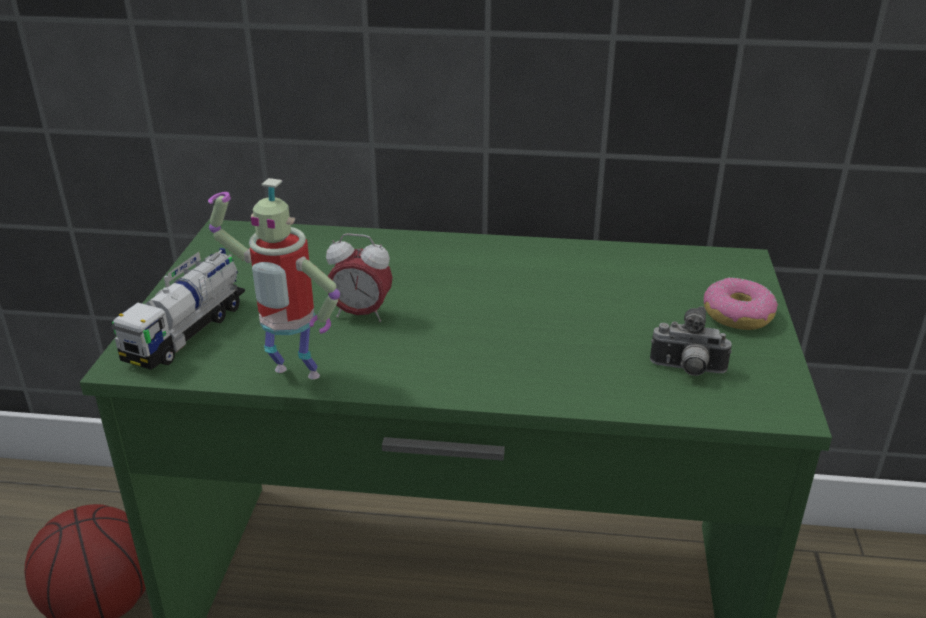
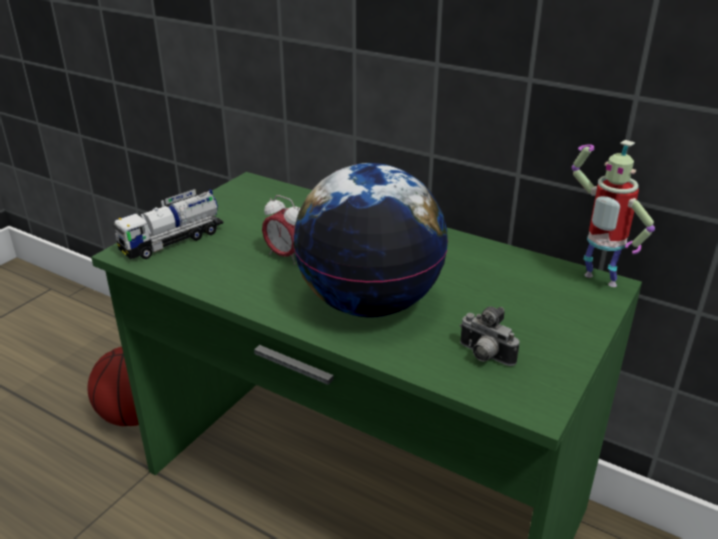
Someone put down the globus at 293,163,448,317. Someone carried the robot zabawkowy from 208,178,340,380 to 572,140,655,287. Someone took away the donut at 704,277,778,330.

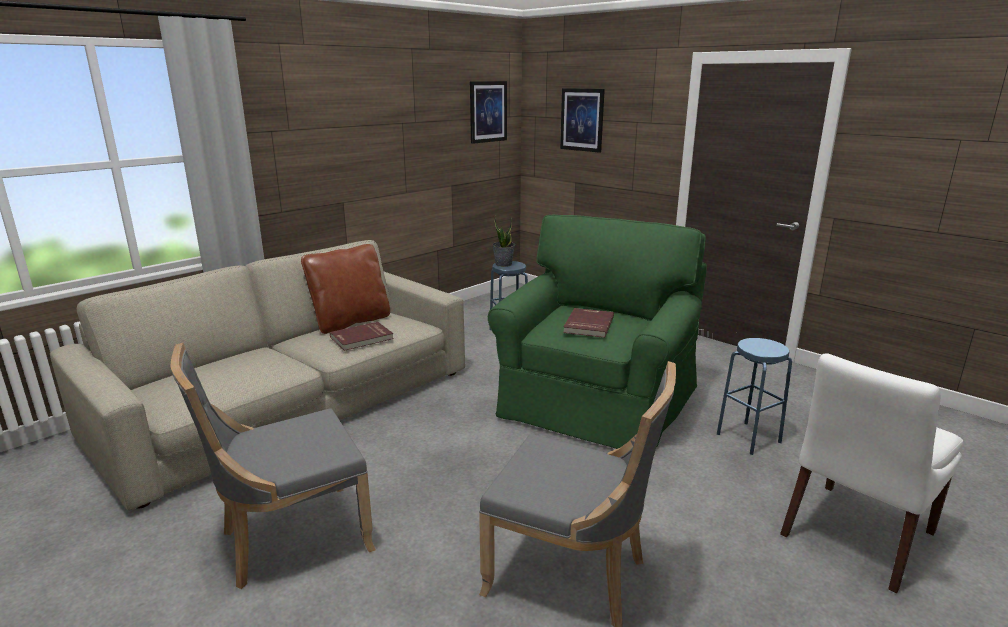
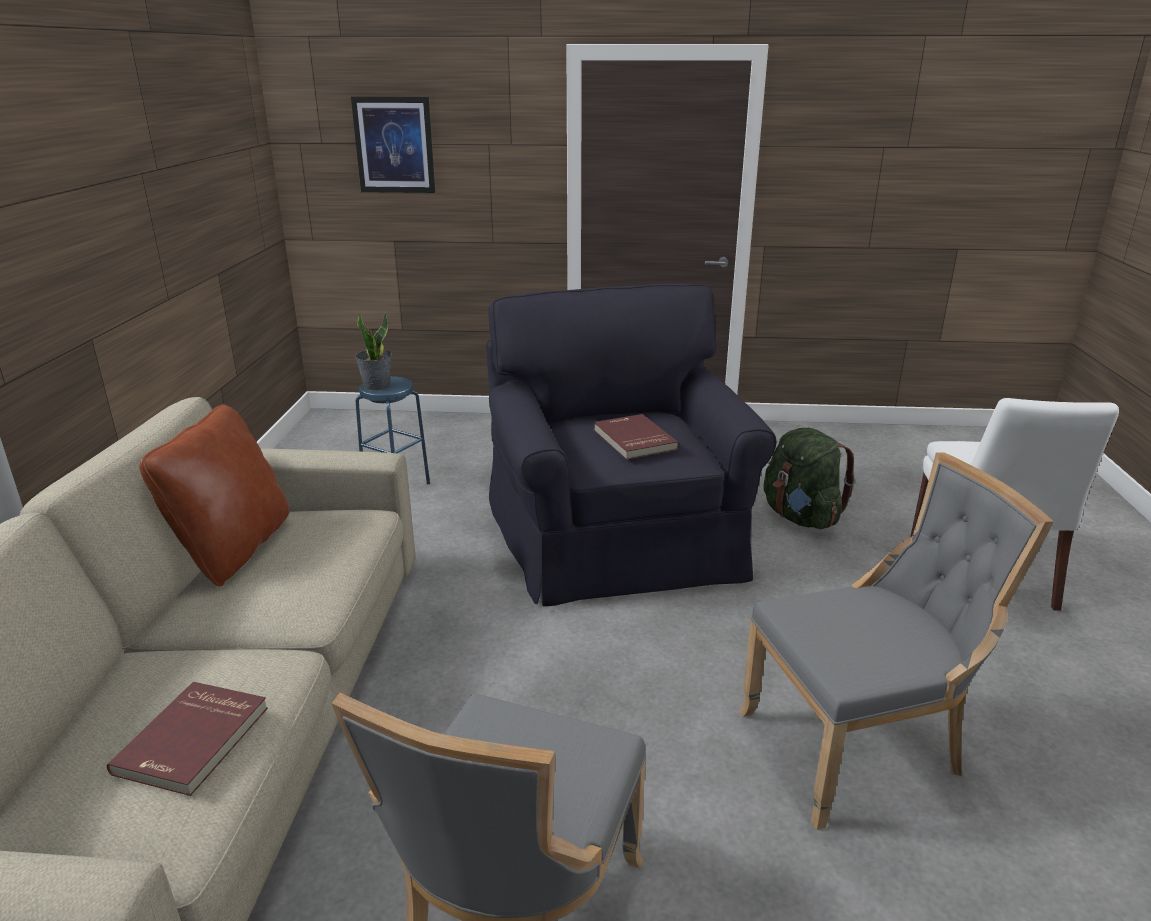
Someone carried the książka/czerwony from 330,322,394,351 to 107,682,268,796. Someone repainted the fotel/zielony at 488,214,707,449, which became the fotel/czarny at 486,284,777,606. Someone swapped the stołek/niebieski at 717,338,792,455 for the plecak/zielony at 763,428,856,529. Someone took away the obraz at 470,81,507,144.

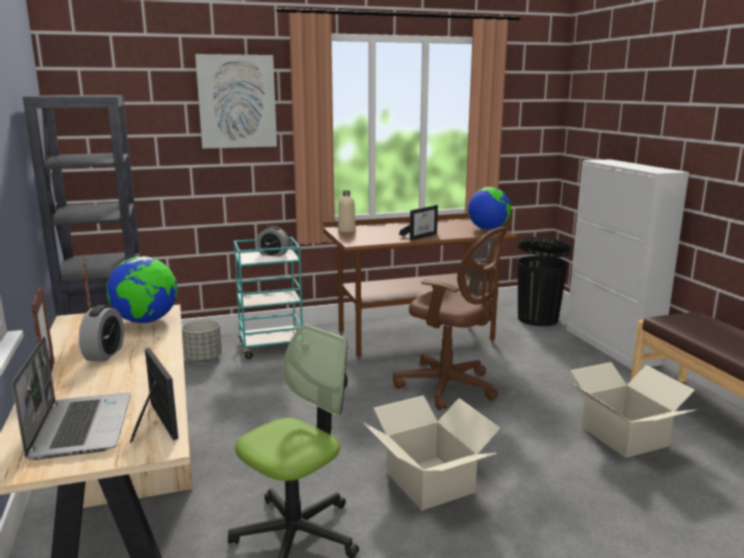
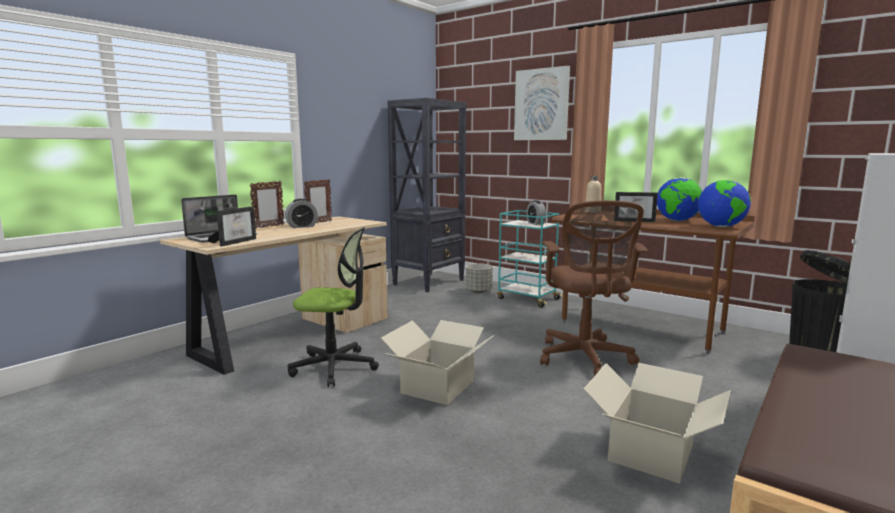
Someone carried the globus from 107,256,178,323 to 657,177,702,221.

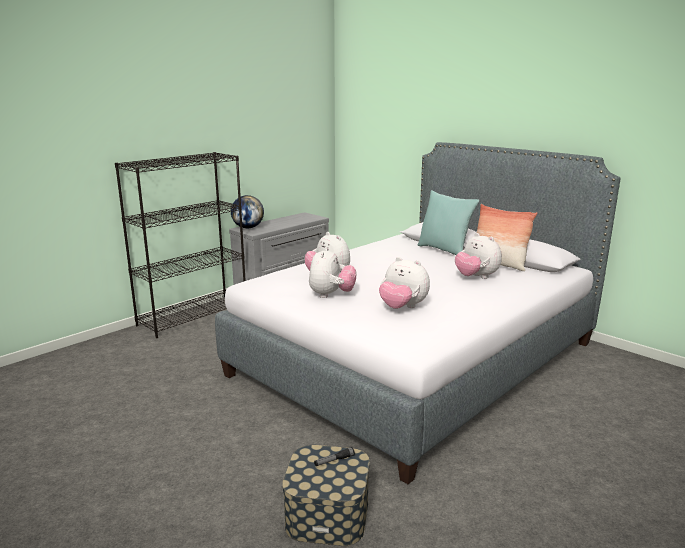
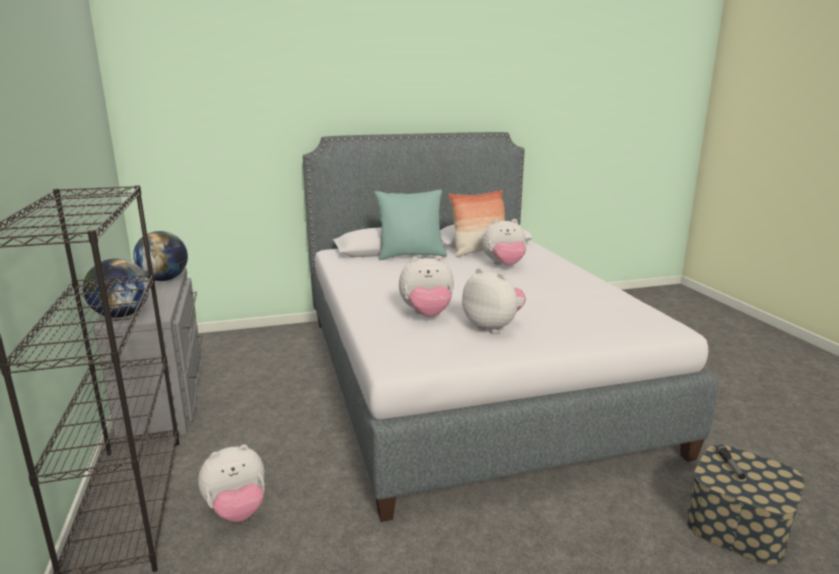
Someone put down the globus at 133,231,188,281. Someone carried the pluszak from 379,257,430,309 to 198,444,265,522.

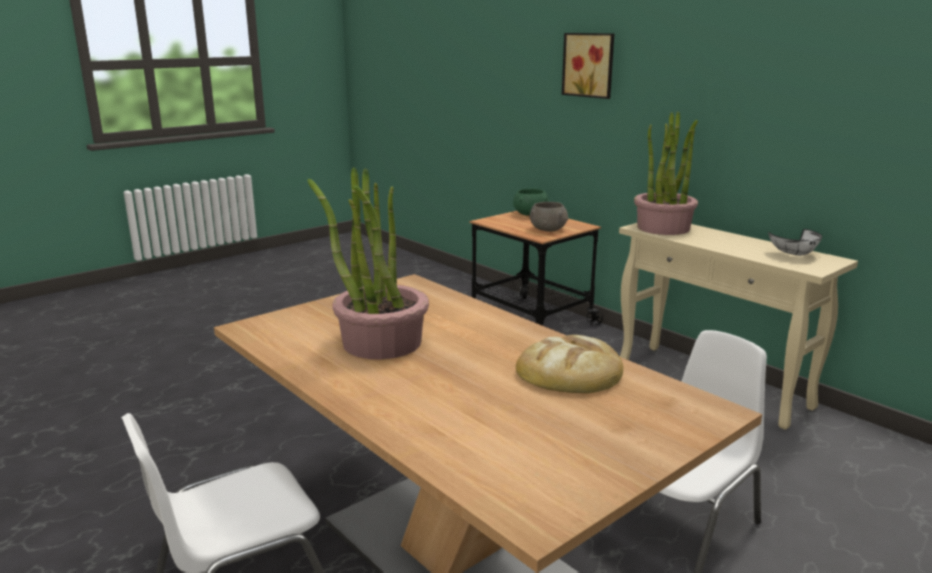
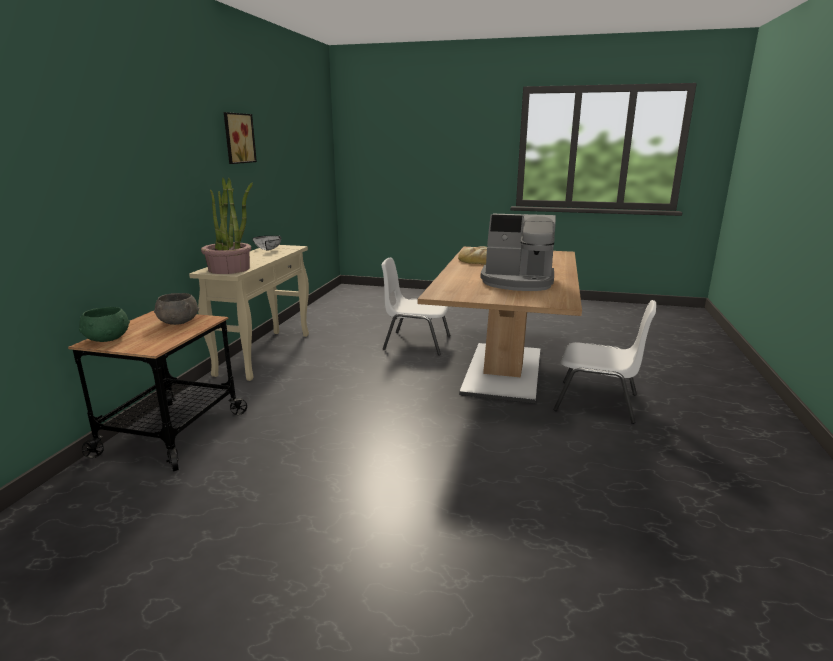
Someone carried the obraz from 562,33,614,99 to 224,112,257,164. Someone swapped the roślina doniczkowa at 308,167,429,359 for the ekspres do kawy at 480,214,556,291.

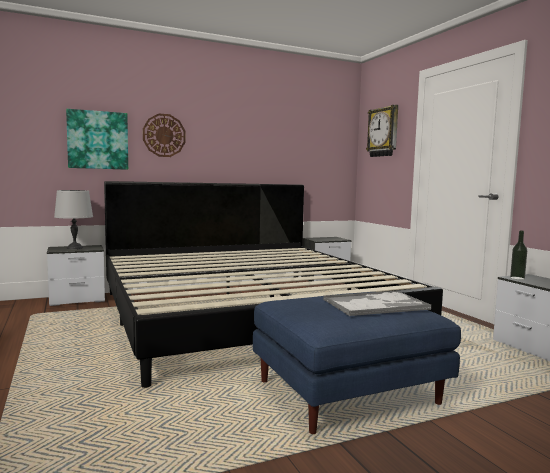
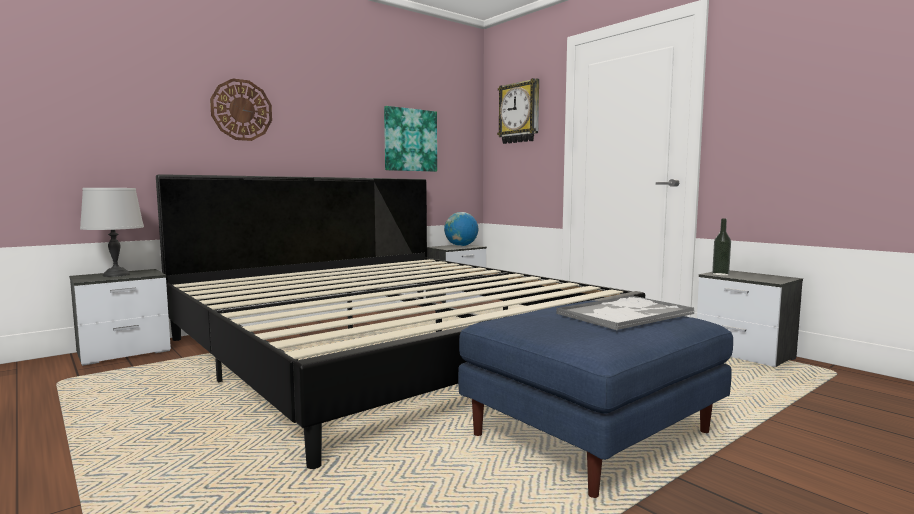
Someone carried the obraz from 66,109,128,170 to 384,106,437,172. Someone put down the globus at 444,212,478,246.

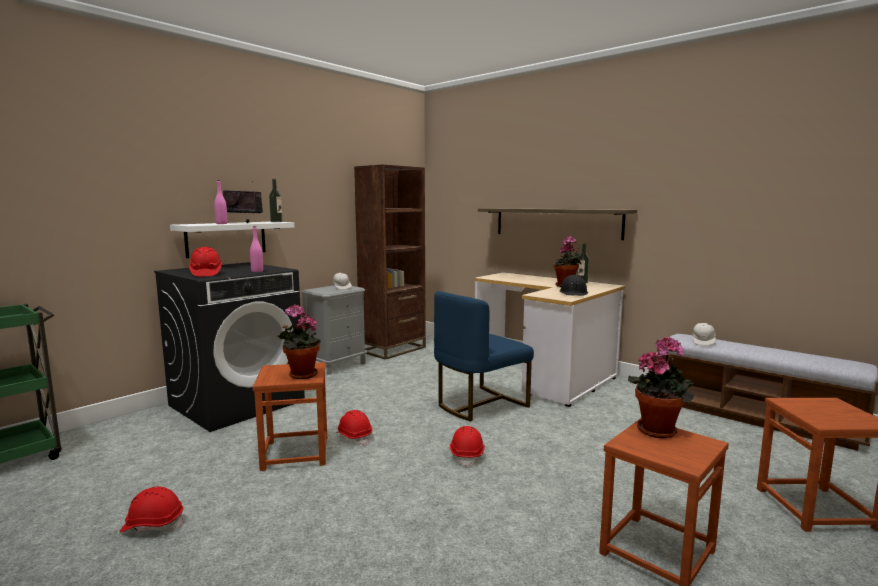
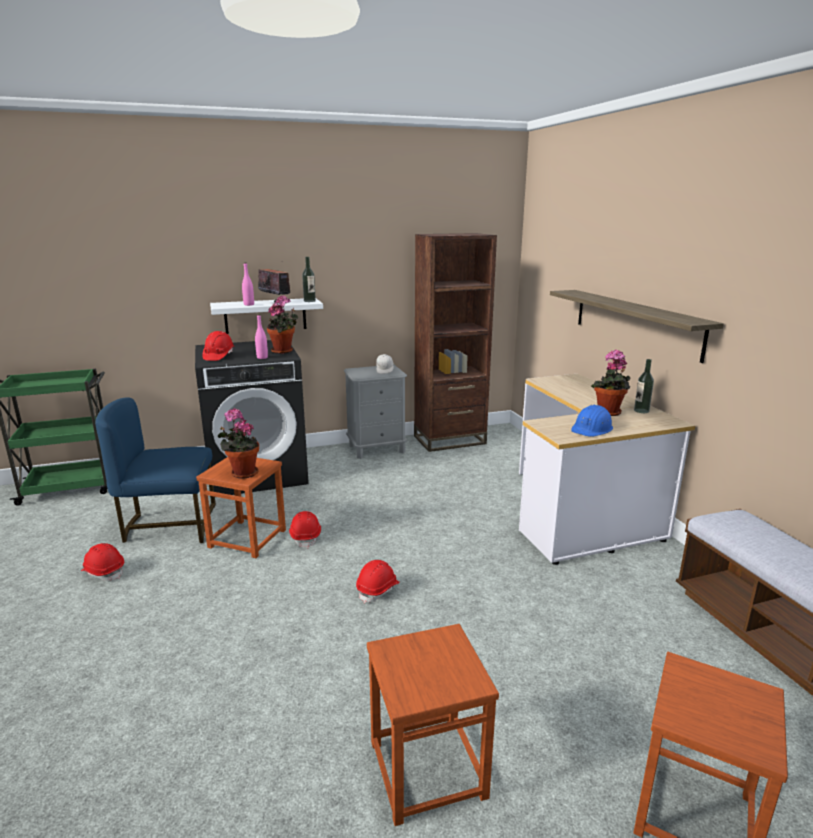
Someone carried the krzesło/niebieski from 434,291,534,422 to 95,397,216,543. Someone carried the roślina doniczkowa from 628,337,694,438 to 267,296,298,354. Someone repainted the kask/czarny at 559,275,588,296, which became the kask/niebieski at 571,405,613,437. Someone took away the czapka z daszkiem/biały at 692,323,716,346.

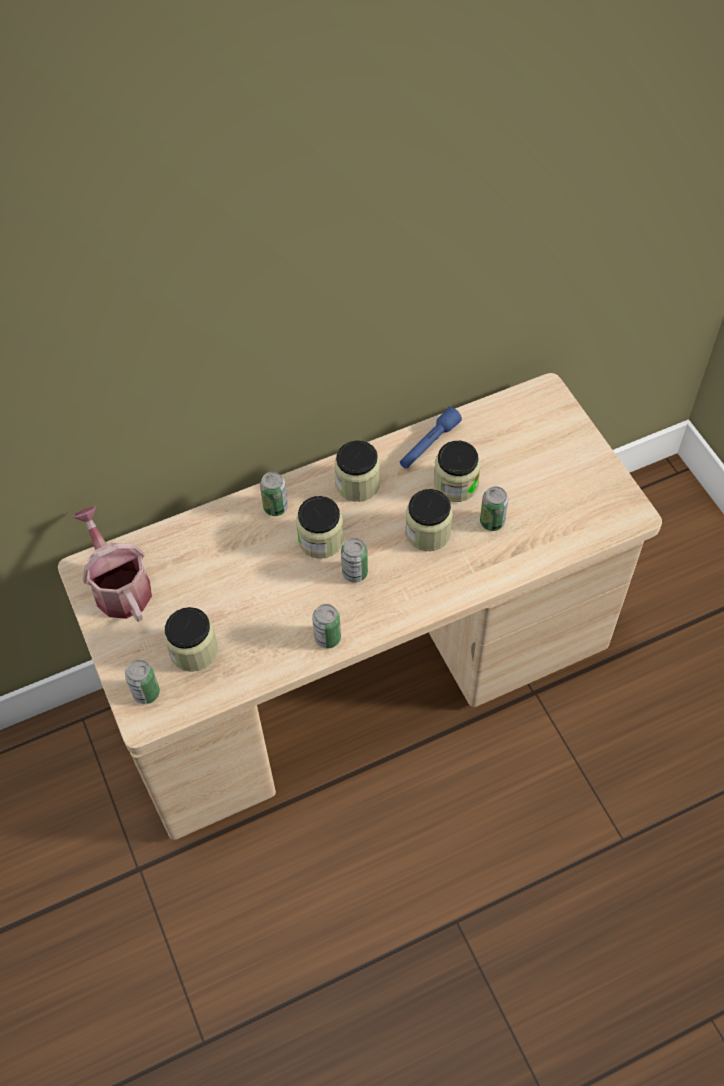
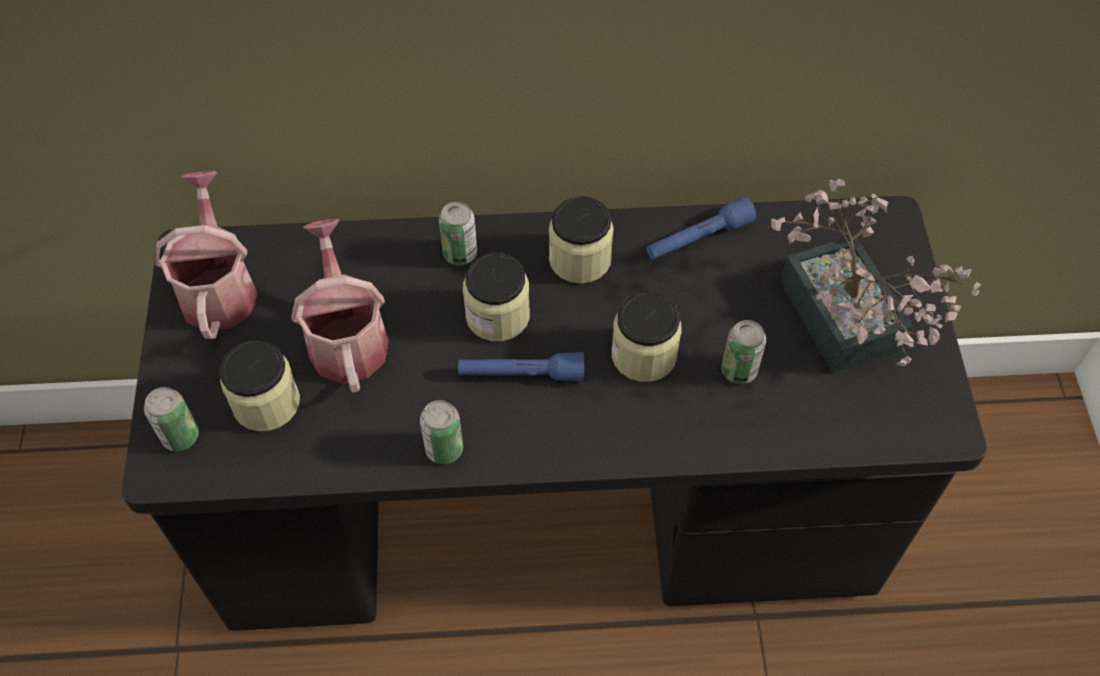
Someone repainted the biurko/beżowy at 58,373,662,840, which became the biurko/czarny at 122,196,987,631. Someone put down the konewka at 291,219,389,392. Someone swapped the puszka at 341,538,368,583 for the latarka/niebieski at 458,352,584,382. Someone put down the roślina doniczkowa at 771,178,982,373. Someone took away the słoik at 434,441,480,502.

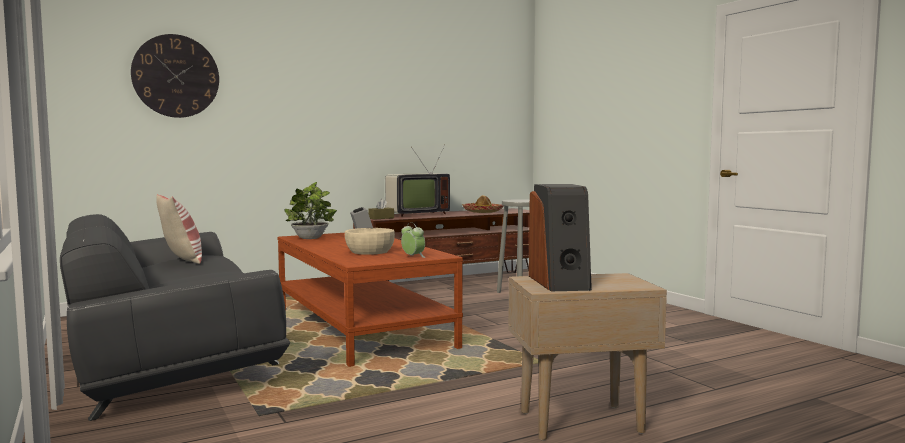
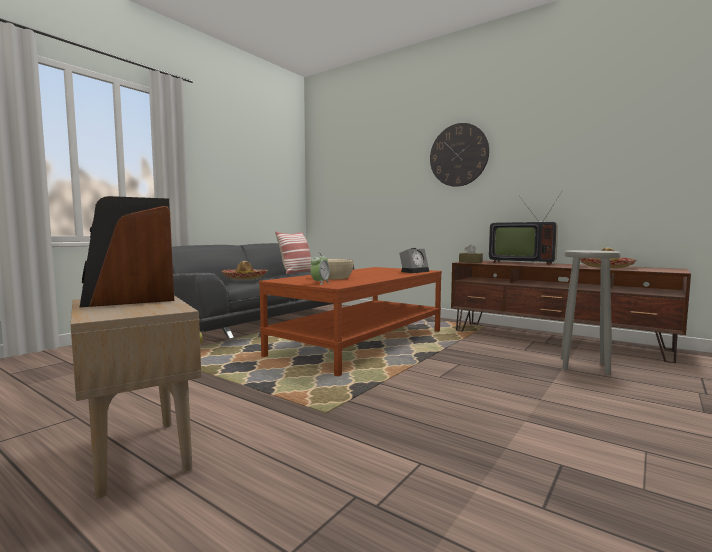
Someone put down the kapelusz at 222,261,268,280. Someone carried the zegar ścienny from 131,34,219,118 to 430,123,489,187. Someone took away the roślina doniczkowa at 284,182,337,239.

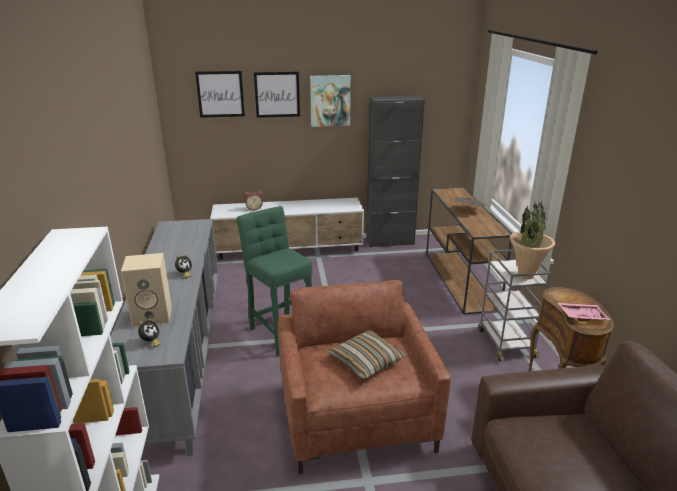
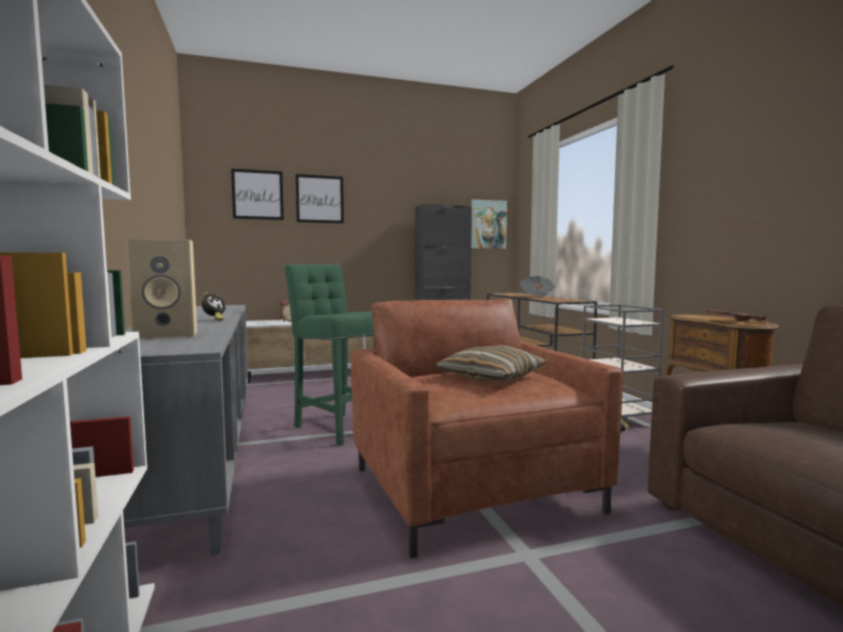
Someone carried the obraz from 310,75,351,127 to 471,199,507,249. Someone took away the budzik at 138,318,161,347. Someone took away the roślina doniczkowa at 510,200,556,279.

